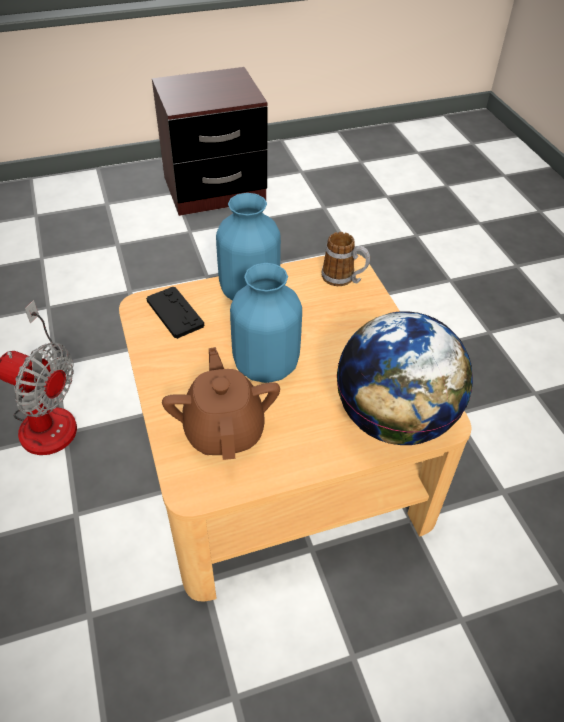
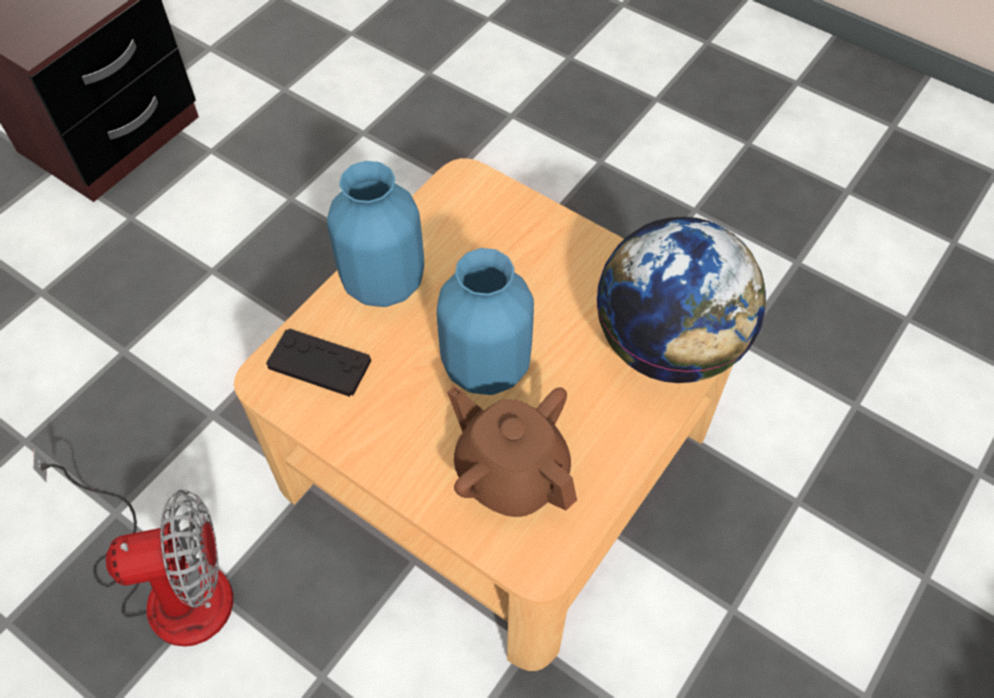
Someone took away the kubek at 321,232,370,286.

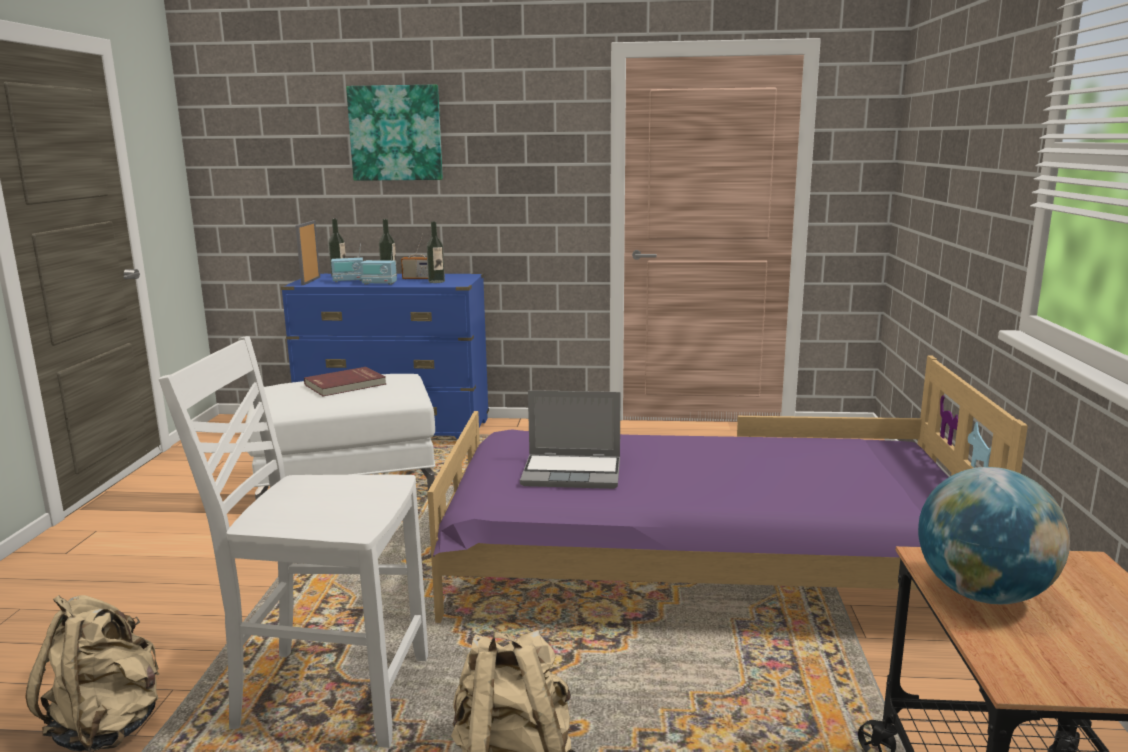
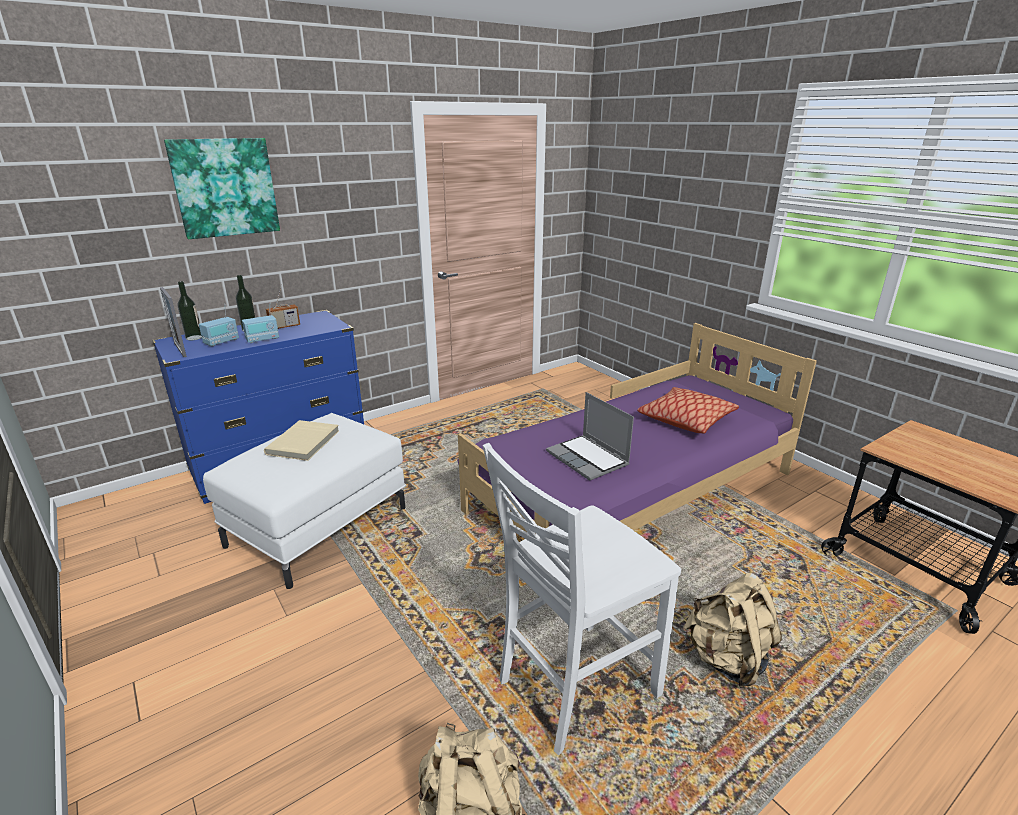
Someone repainted the książka/czerwony at 304,367,386,396, which became the książka/beżowy at 264,420,339,461. Someone rotated the laptop at 520,390,621,489 by 90 degrees clockwise. Someone put down the poduszka at 637,387,739,434. Someone took away the butelka at 427,221,445,283. Someone took away the globus at 918,467,1070,604.

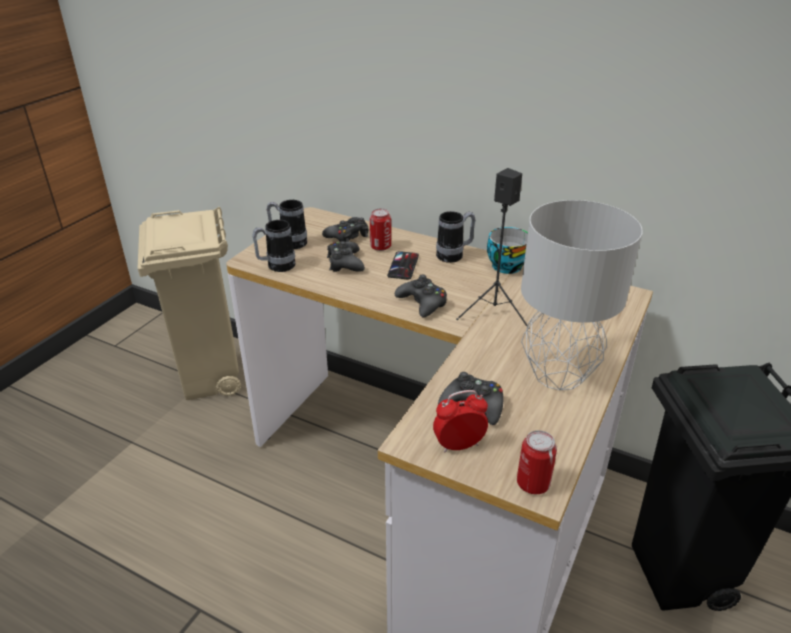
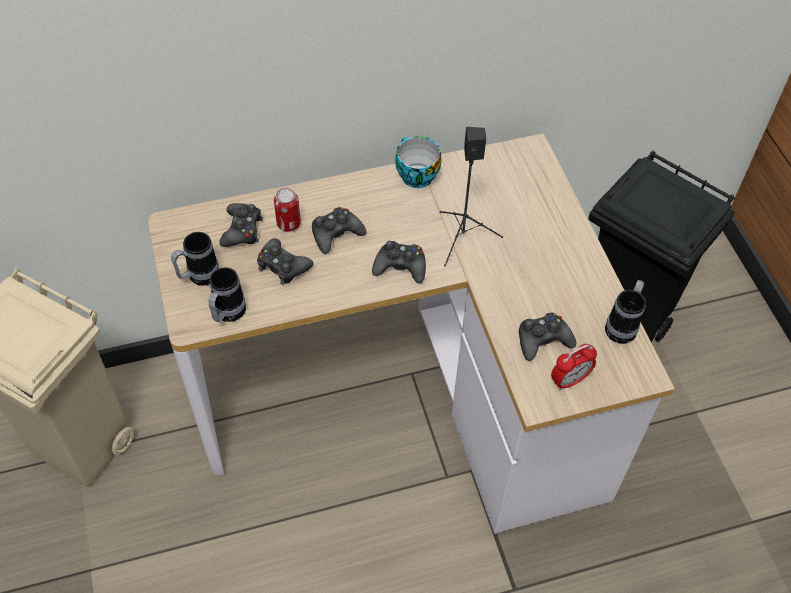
Someone swapped the telefon at 387,251,419,280 for the pad do gier/czarny at 312,207,366,254. Someone rotated the budzik at 433,390,488,452 by 150 degrees counterclockwise. Someone carried the kubek from 436,211,475,263 to 605,280,646,344. Someone took away the puszka at 517,430,557,494. Someone took away the lampa stołowa/szary at 521,200,643,390.

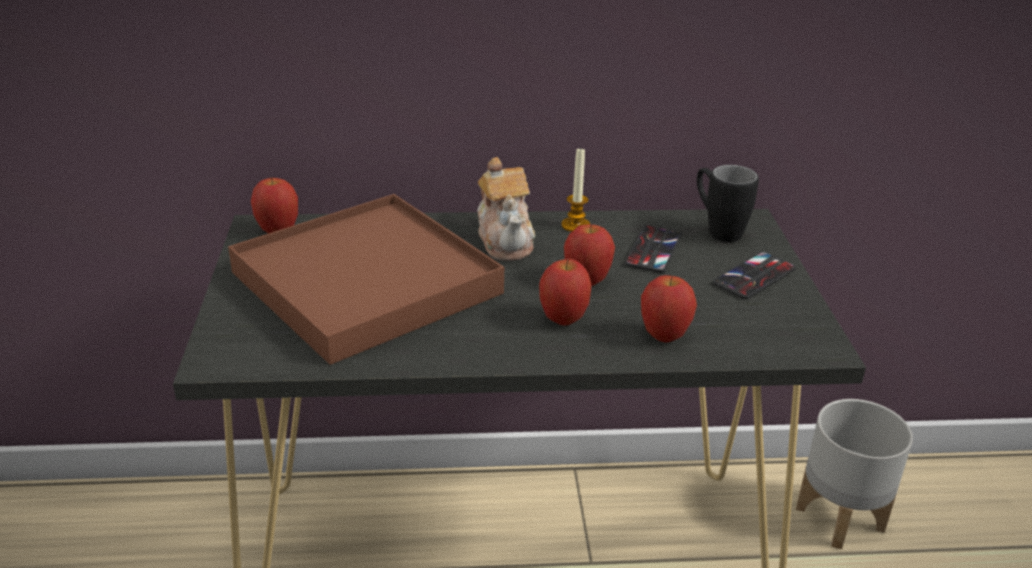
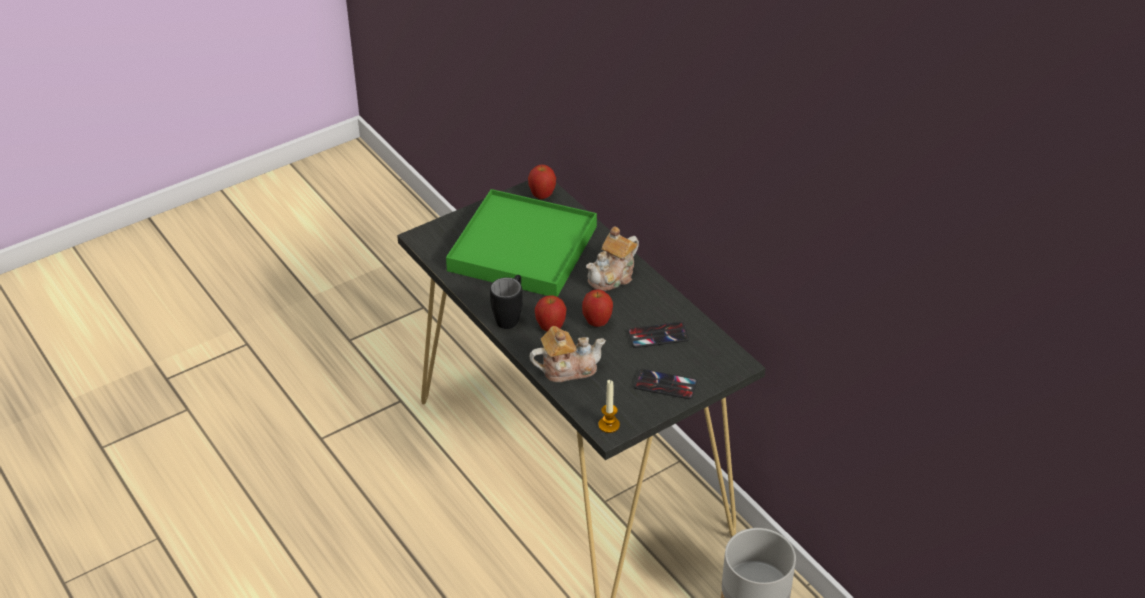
Someone repainted the taca/brązowy at 228,194,504,365, which became the taca/zielony at 446,189,597,297. Someone carried the kubek/czarny from 697,165,759,242 to 490,275,523,329. Someone swapped the jabłko at 641,275,697,343 for the imbryk at 530,326,606,382. Someone carried the świeca from 562,147,590,232 to 598,380,620,433.

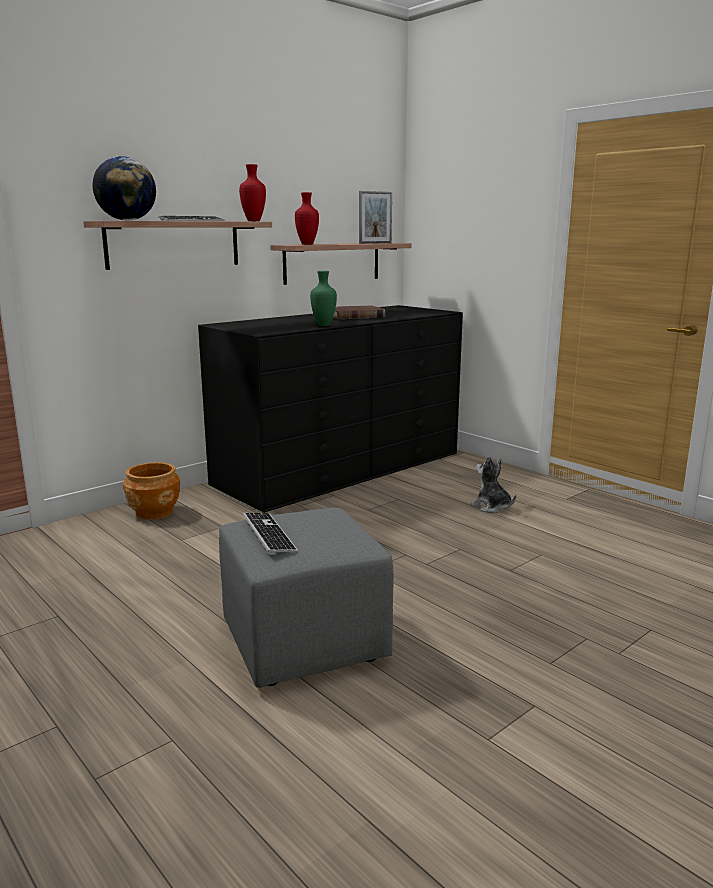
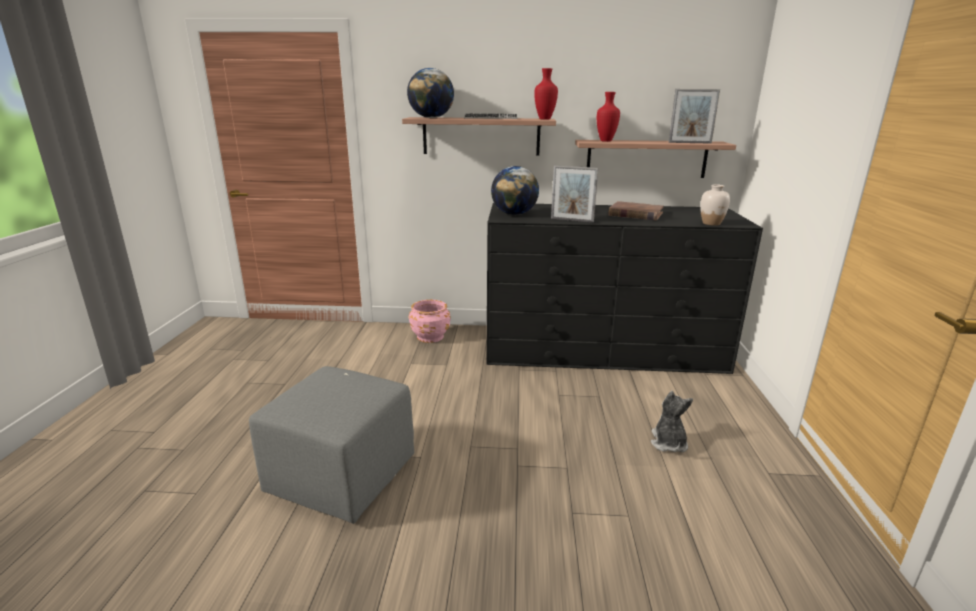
Someone repainted the donica/brązowy at 123,462,180,520, which became the donica/różowy at 408,300,451,343. Someone put down the globus at 491,166,539,215. Someone swapped the wazon/zielony at 310,271,337,326 for the ramka na zdjęcie at 551,165,598,223. Someone put down the wazon/biały at 701,184,730,226. Someone took away the klawiatura at 243,513,298,555.

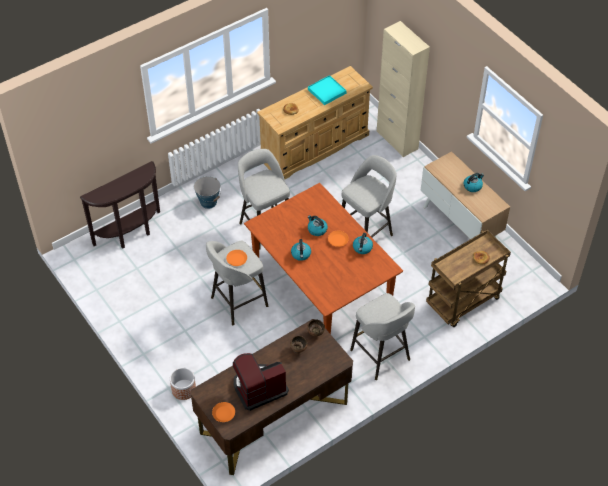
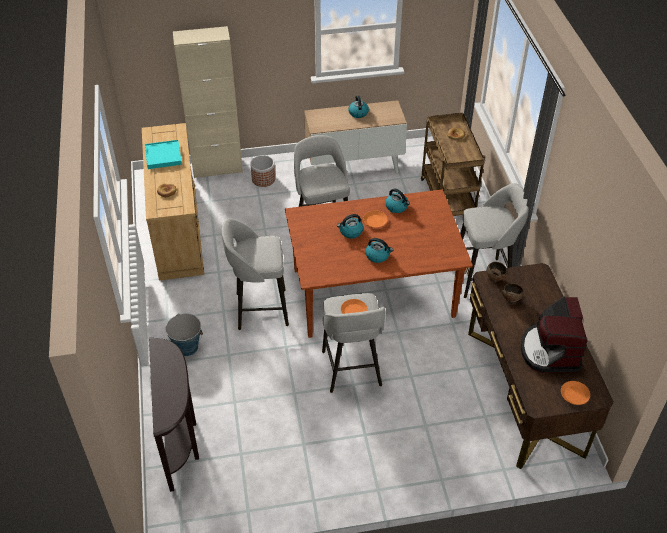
Someone carried the donica from 170,368,196,400 to 250,155,275,187.

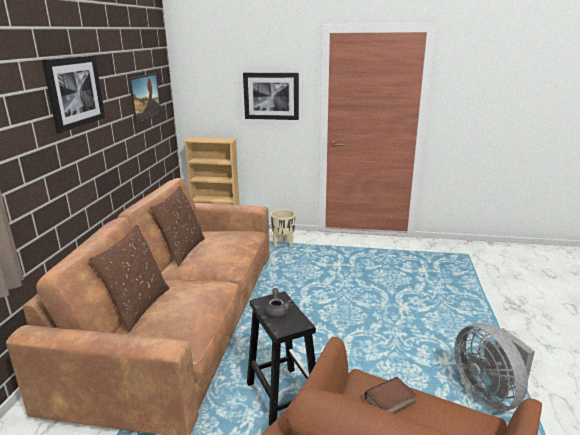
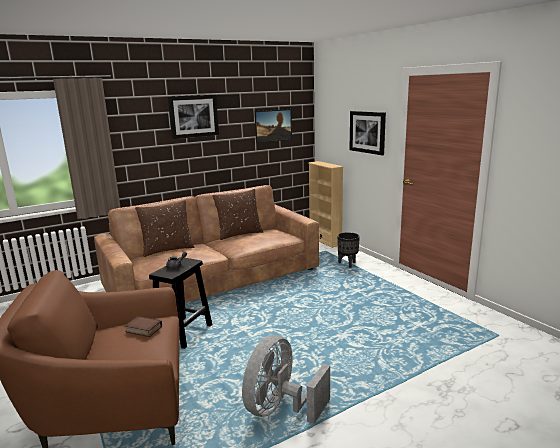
Someone repainted the donica/beżowy at 271,209,295,247, which became the donica/czarny at 337,232,360,268.

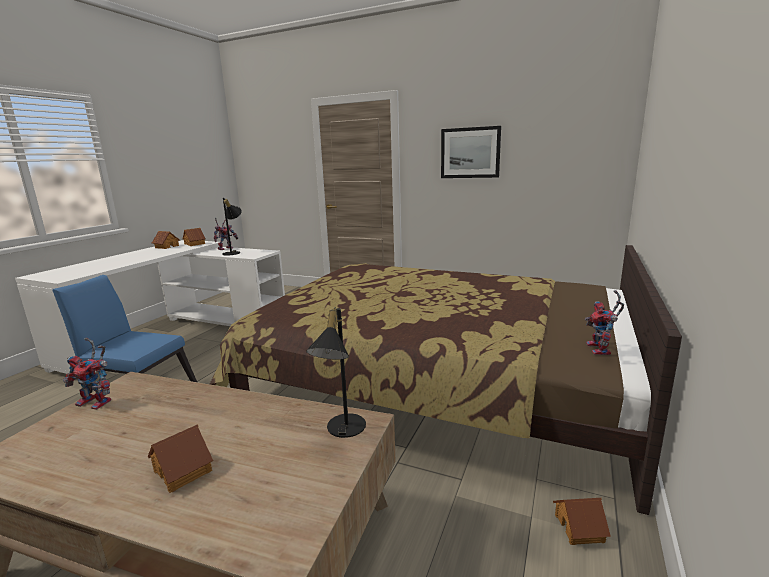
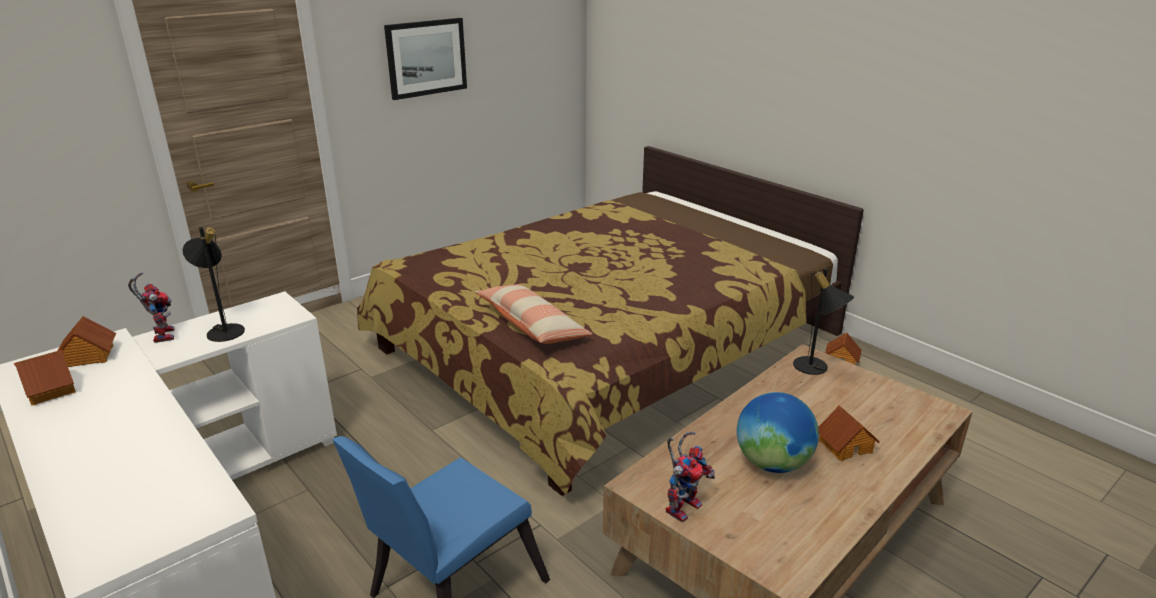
Someone put down the poduszka at 475,284,592,344. Someone put down the globus at 737,392,819,473. Someone took away the robot zabawkowy at 585,290,624,355.

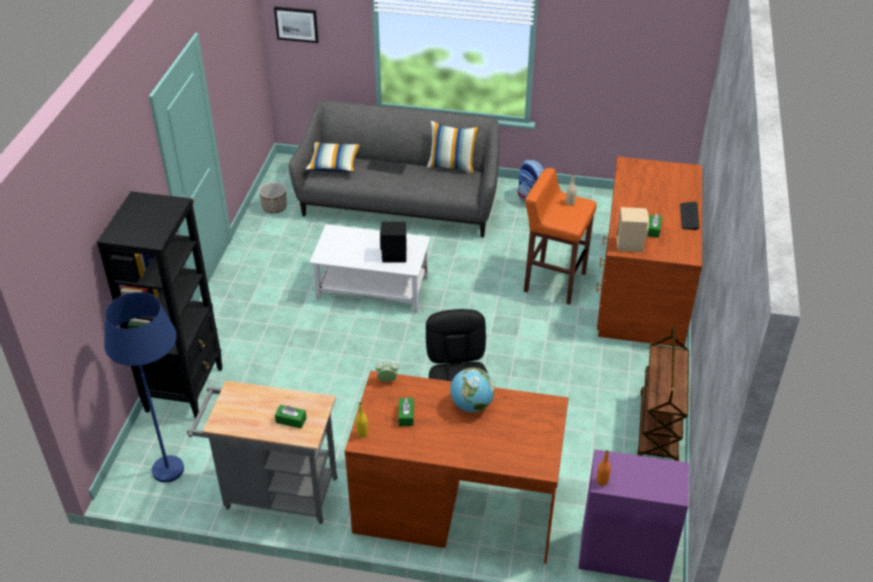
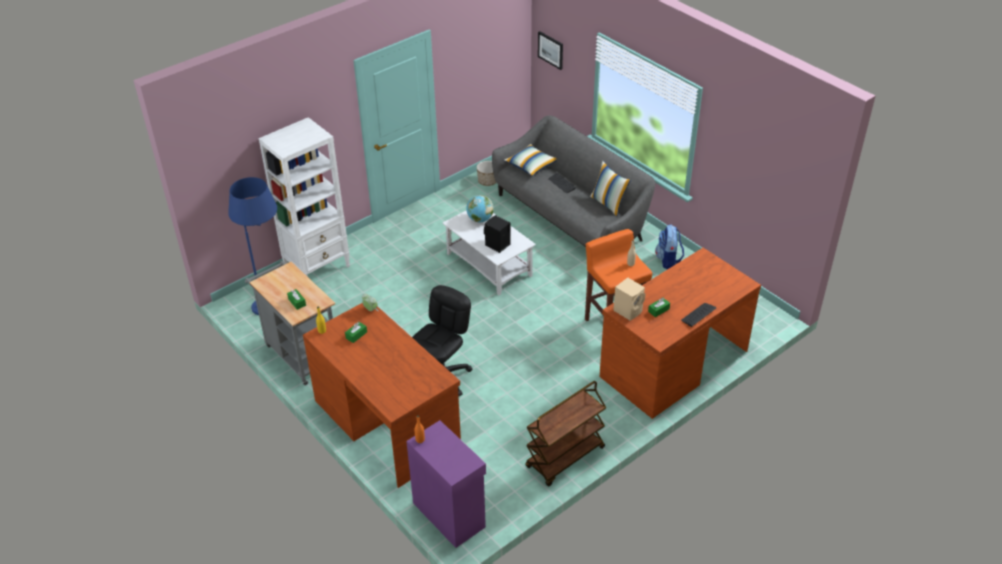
Someone repainted the regał/czarny at 97,191,223,419, which became the regał/biały at 259,117,350,277. Someone carried the globus from 450,368,495,412 to 466,195,494,222.

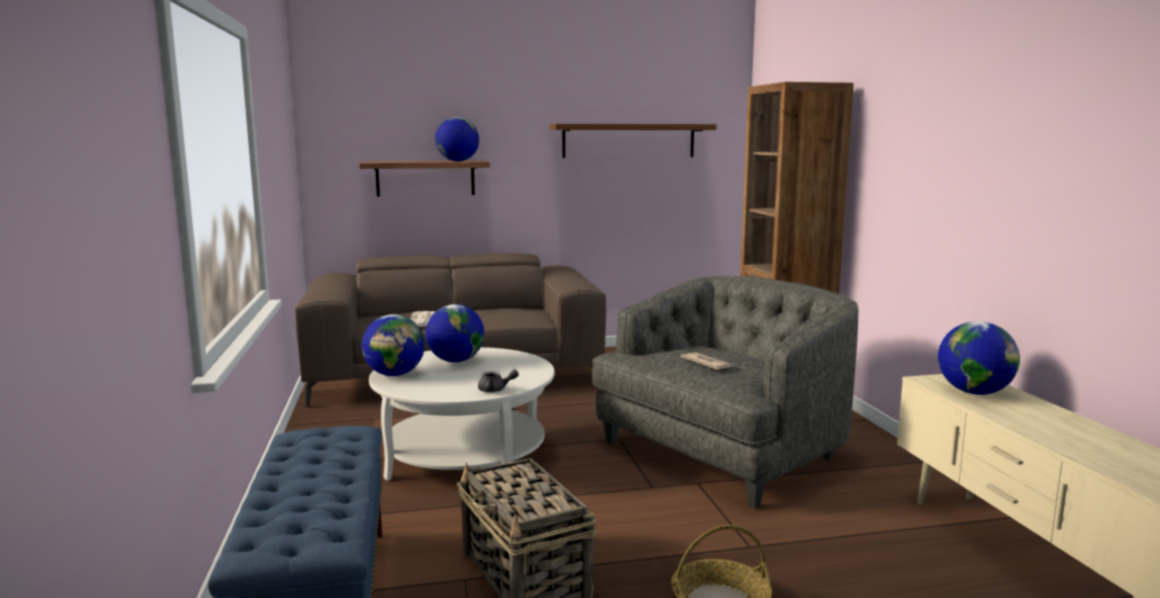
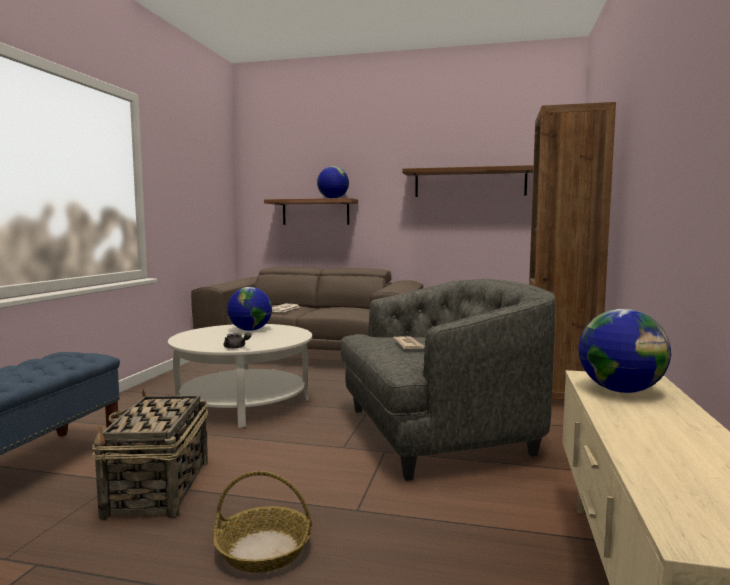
Someone took away the globus at 362,314,425,376.

